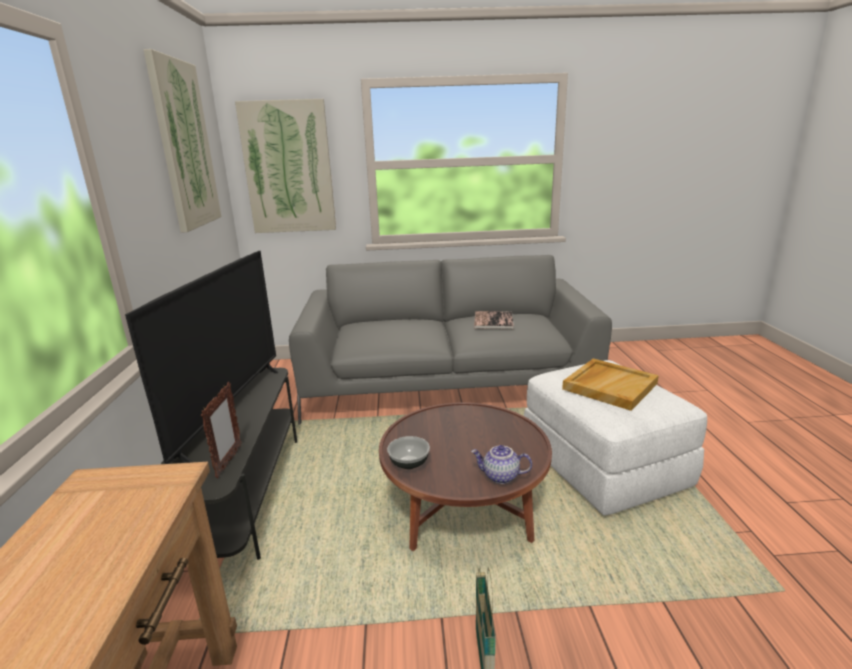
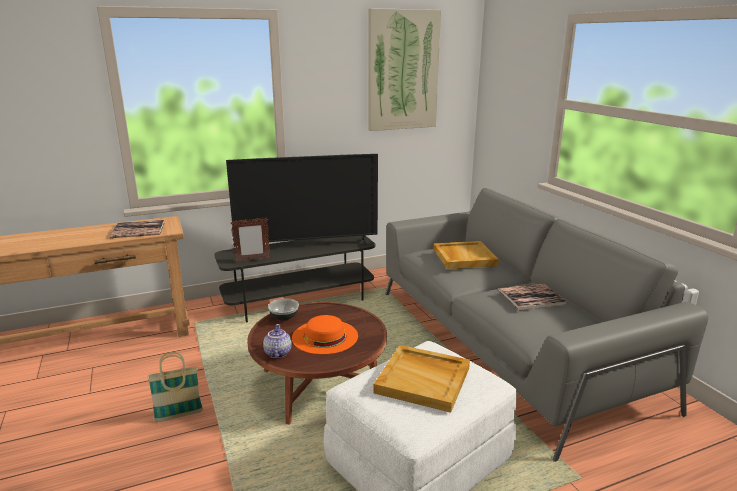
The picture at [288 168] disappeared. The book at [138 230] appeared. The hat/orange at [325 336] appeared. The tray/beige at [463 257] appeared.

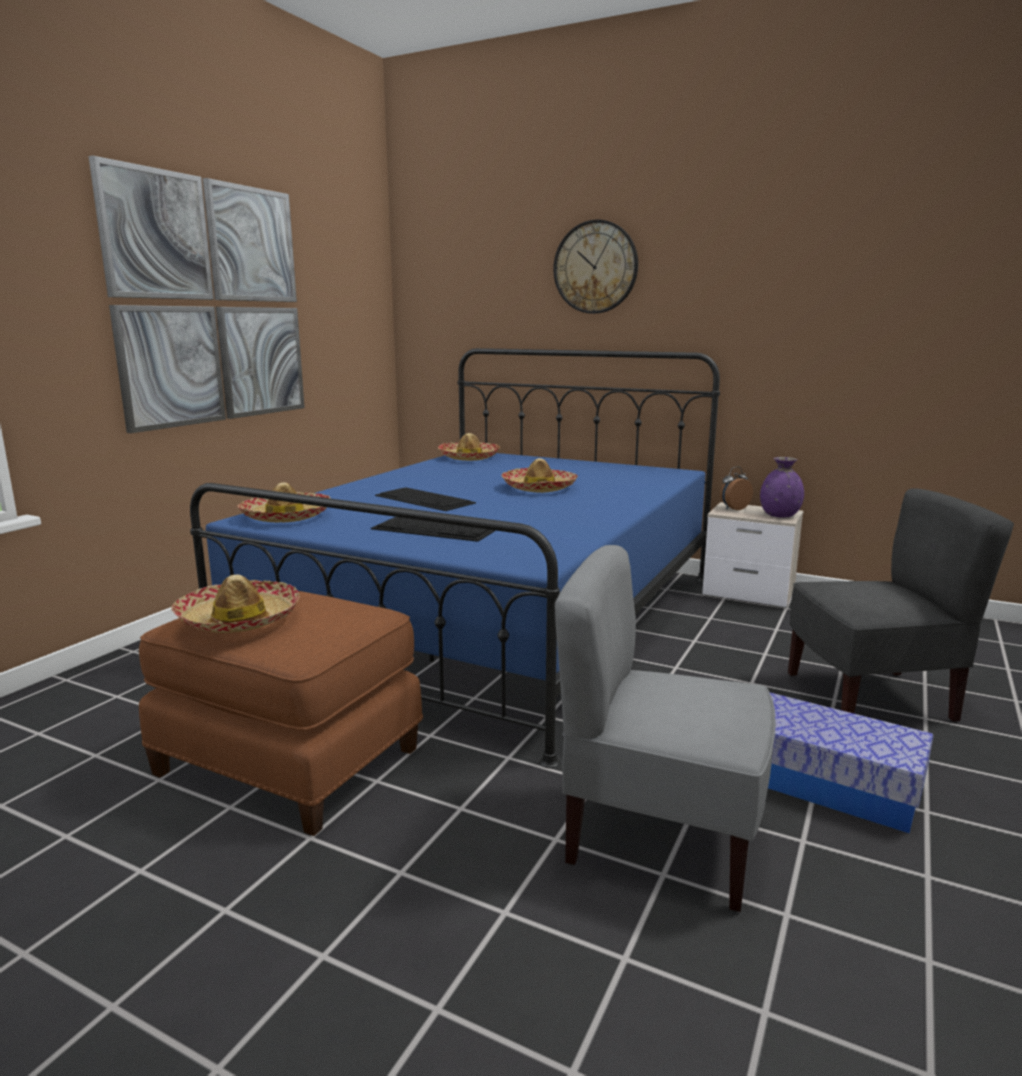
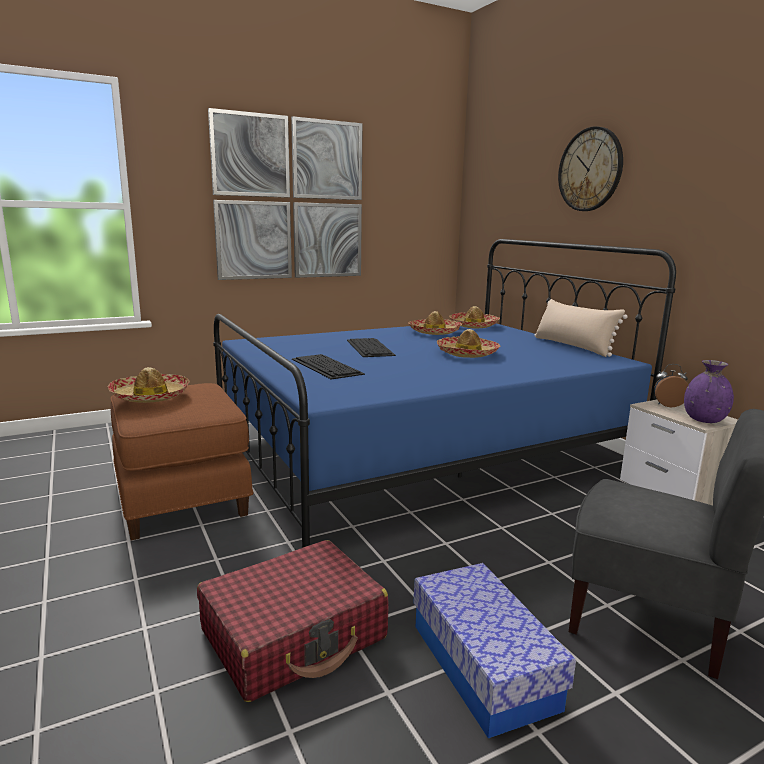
The pillow/beige at [573 346] appeared. The hat moved from [286 517] to [434 332]. The chair/grey at [660 837] was replaced by the suitcase/red at [294 634].

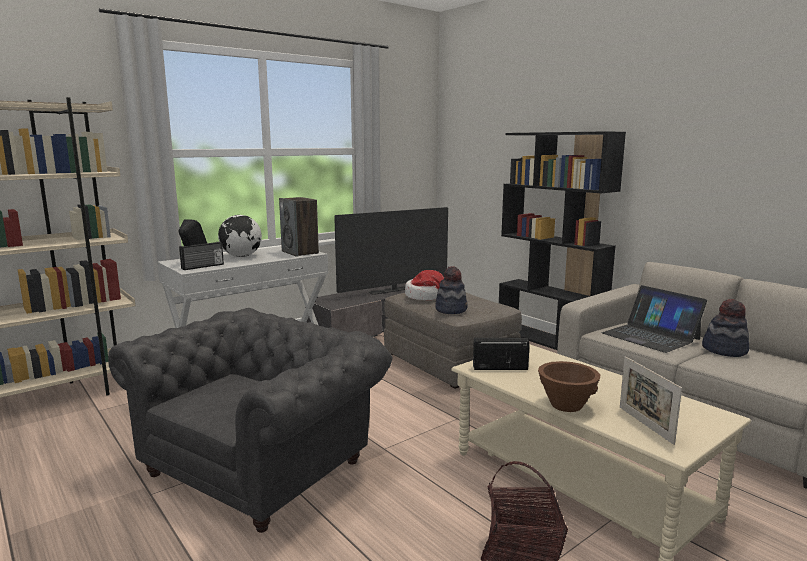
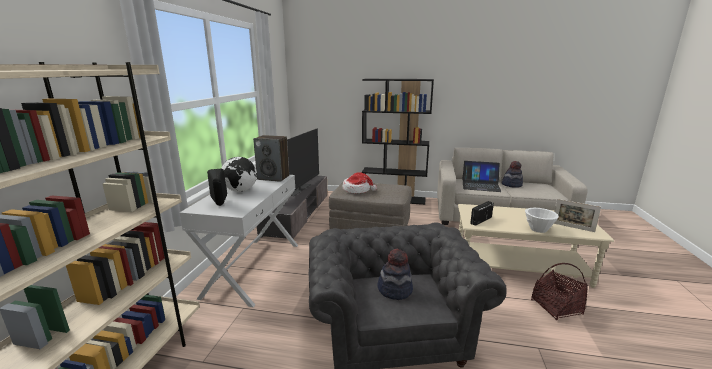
The radio at [203 266] disappeared. The hat moved from [451 309] to [395 290]. The bowl/brown at [566 405] became the bowl/white at [538 229].

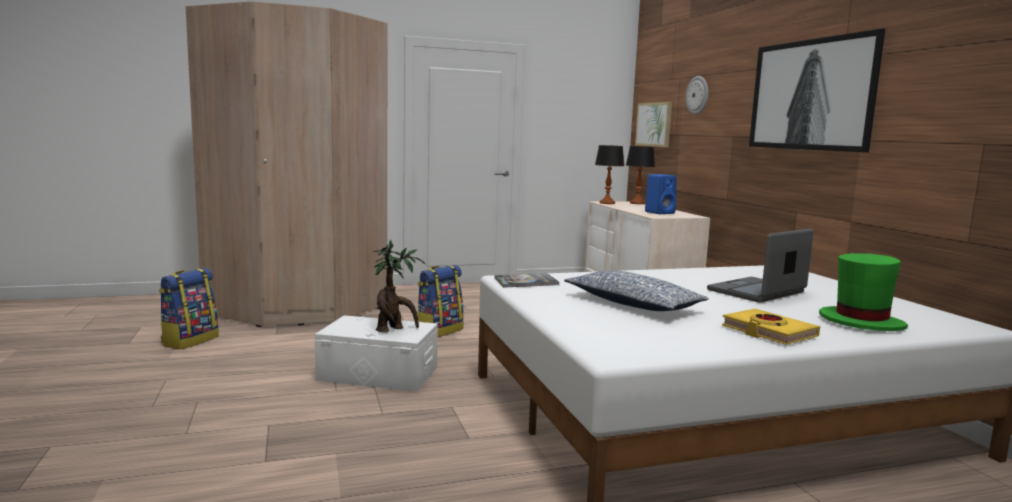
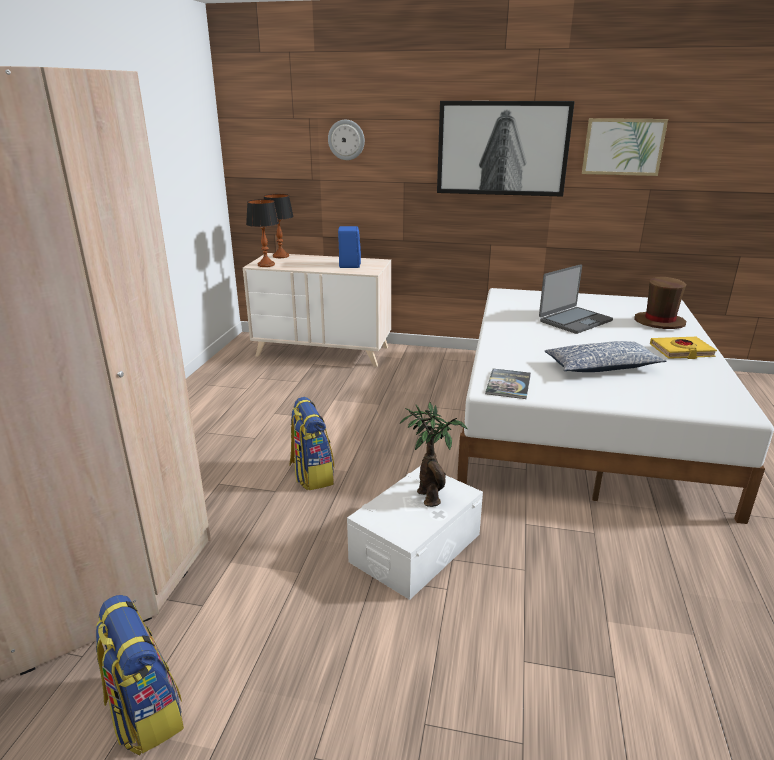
The picture moved from [654 124] to [623 147]. The hat/green at [861 322] became the hat/brown at [659 322]. The laptop at [757 292] turned 120 degrees counterclockwise.

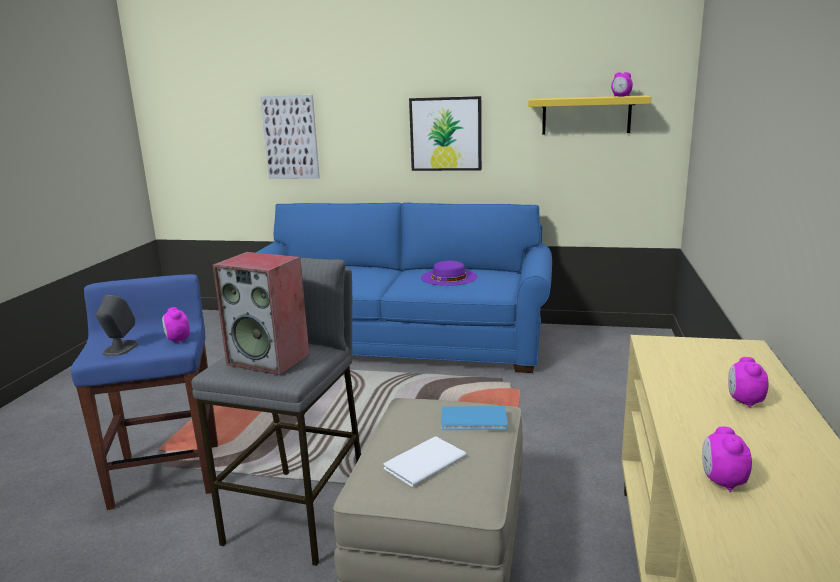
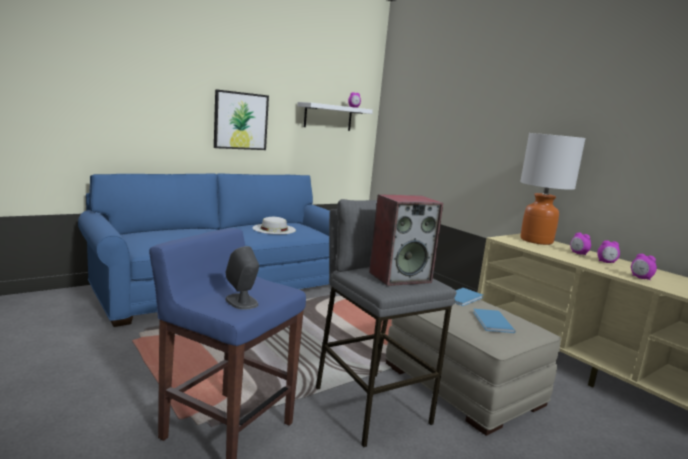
The picture at [290 137] disappeared. The table lamp at [536 241] appeared. The alarm clock moved from [178 340] to [606 262]. The book/white at [422 462] became the book/blue at [491 322]. The hat/purple at [449 277] became the hat/white at [274 229]. The shelf/yellow at [586 115] became the shelf/white at [328 117].

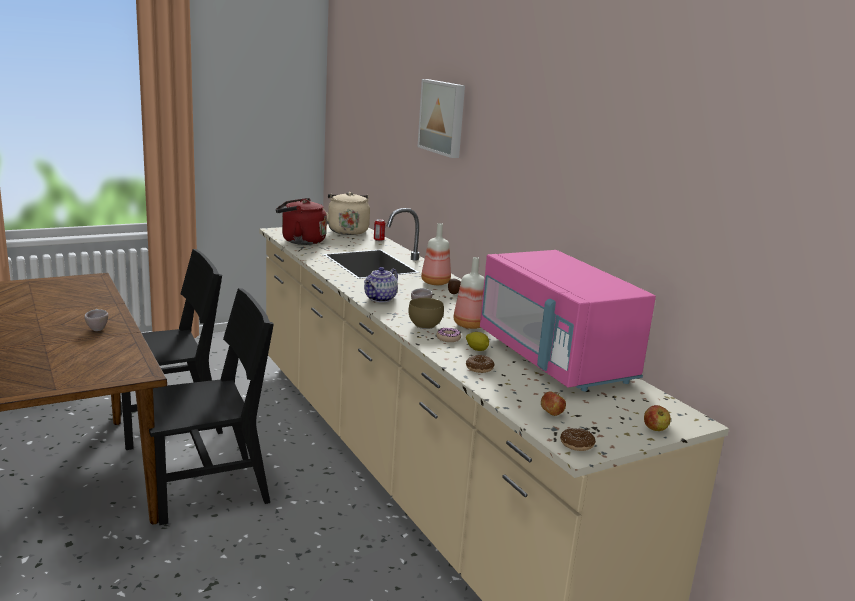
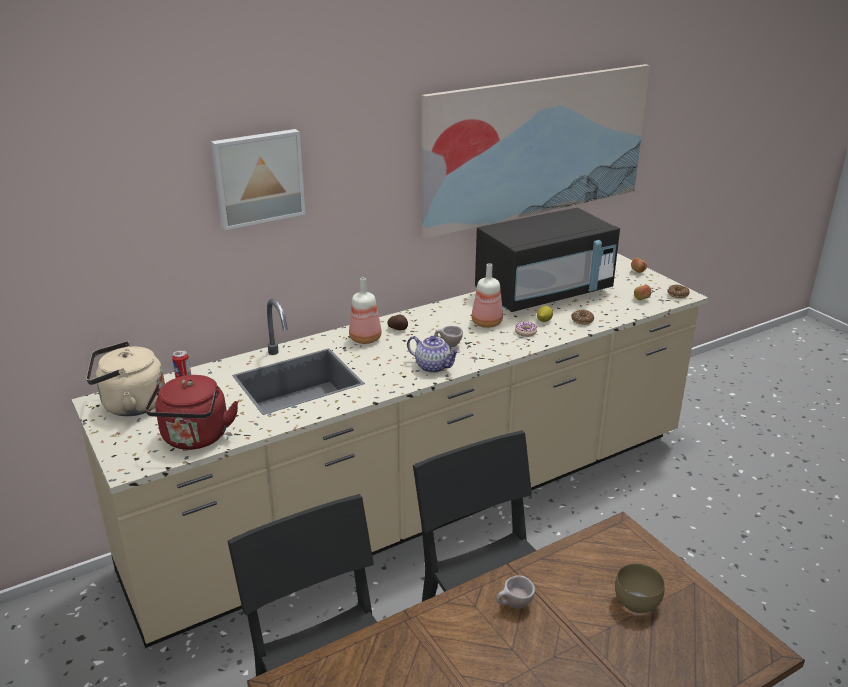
The picture at [537 147] appeared. The bowl/brown moved from [424 325] to [635 604]. The microwave/pink at [555 359] became the microwave/black at [544 293].

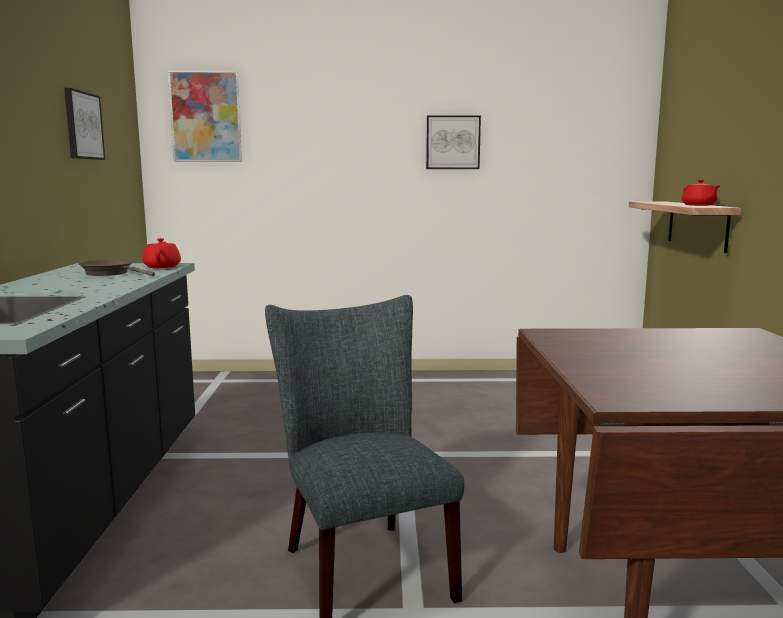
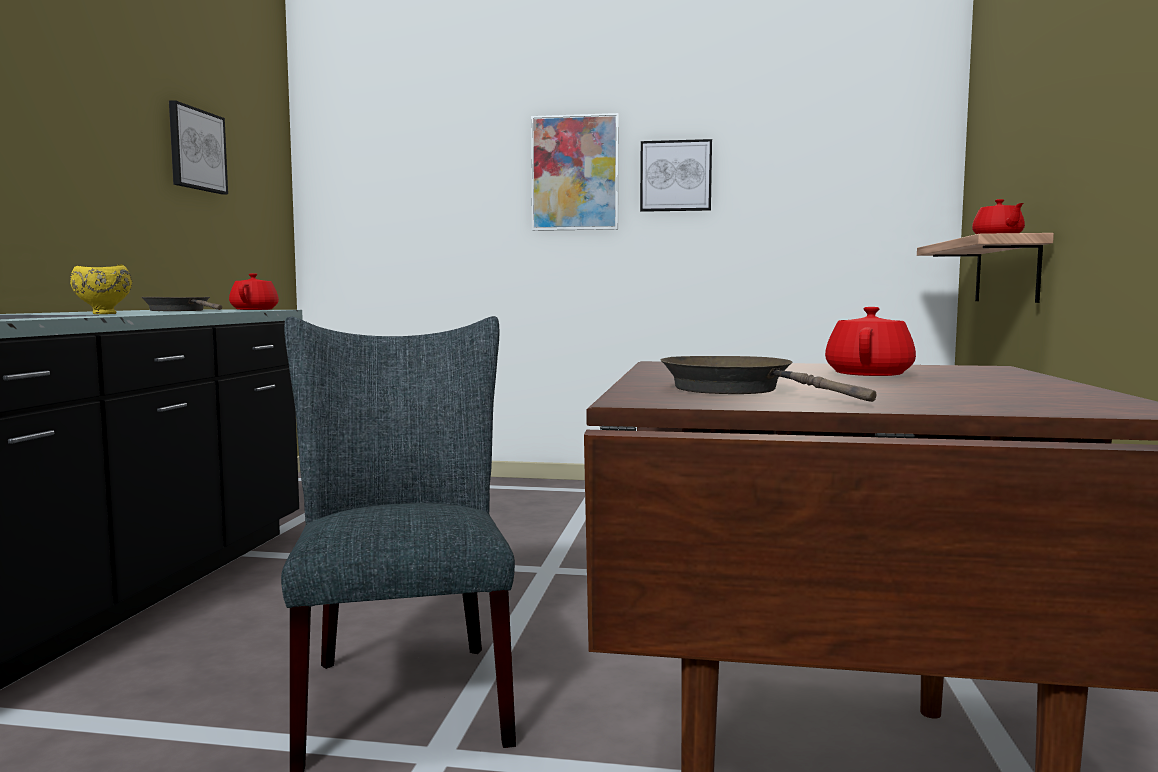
The bowl/yellow at [102 314] appeared. The frying pan/brown at [736 390] appeared. The teapot/red at [869 374] appeared. The picture moved from [206 117] to [575 173].

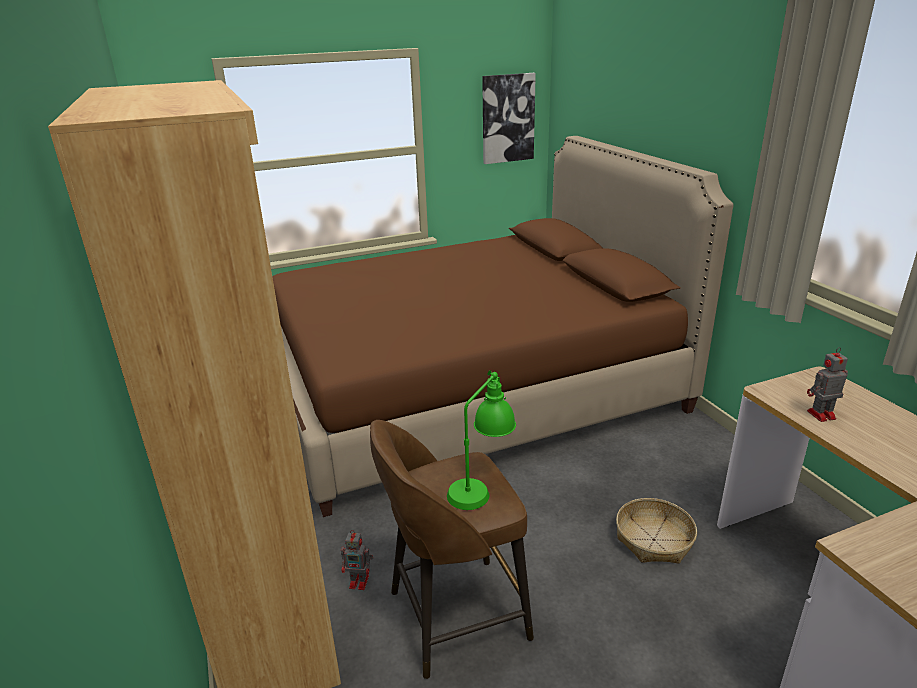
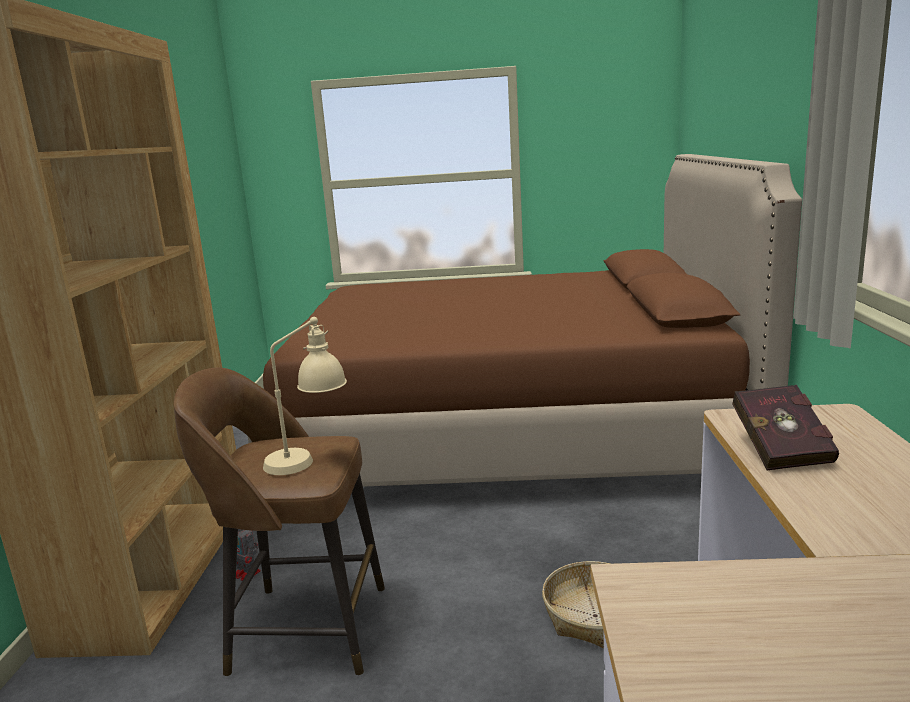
The picture at [507 118] disappeared. The toy robot at [820 415] was replaced by the book/red at [780 448]. The table lamp/green at [481 486] became the table lamp/beige at [310 459].

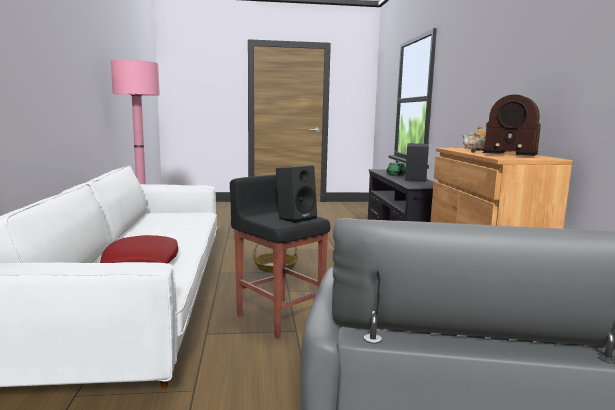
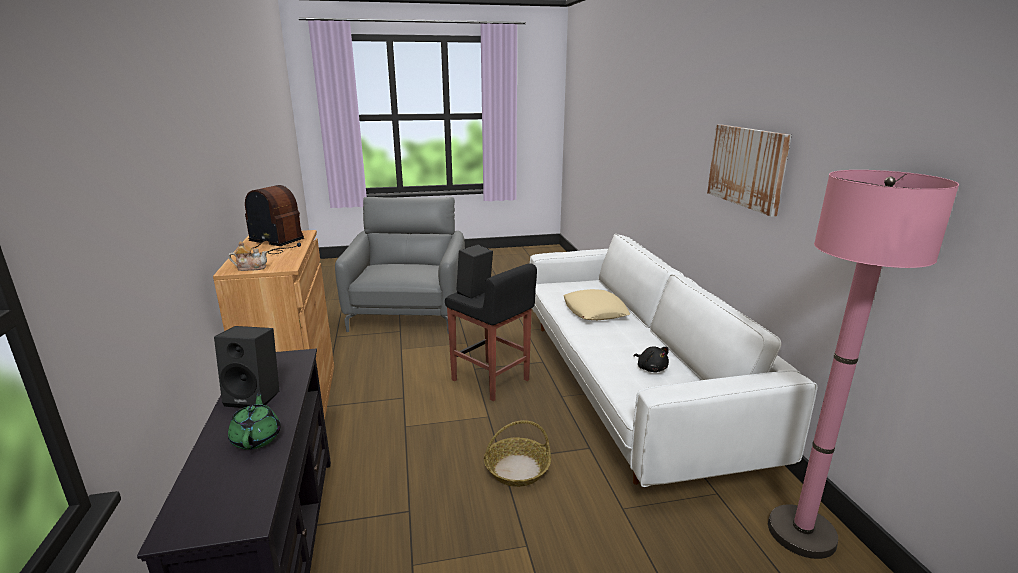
The plush toy/black at [651 368] appeared. The picture at [747 167] appeared. The pillow/red at [141 260] became the pillow/beige at [595 311].

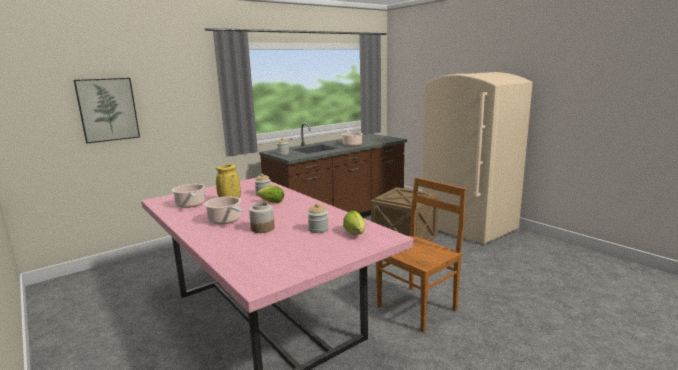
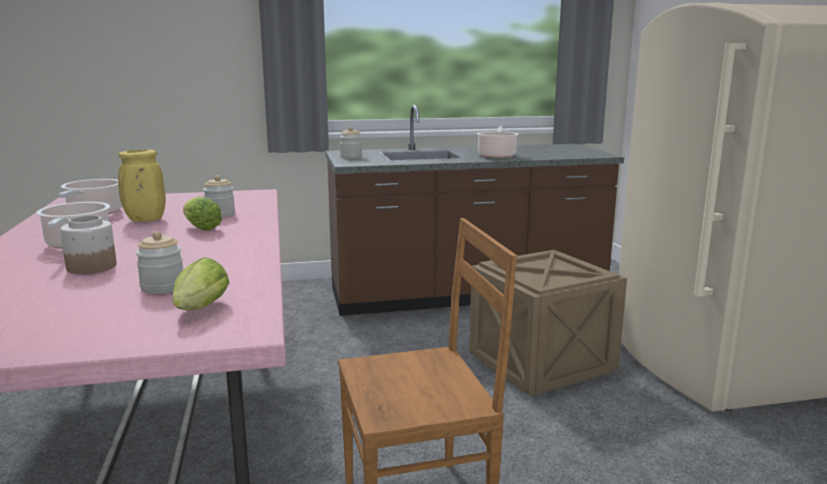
The picture at [108 109] disappeared.

